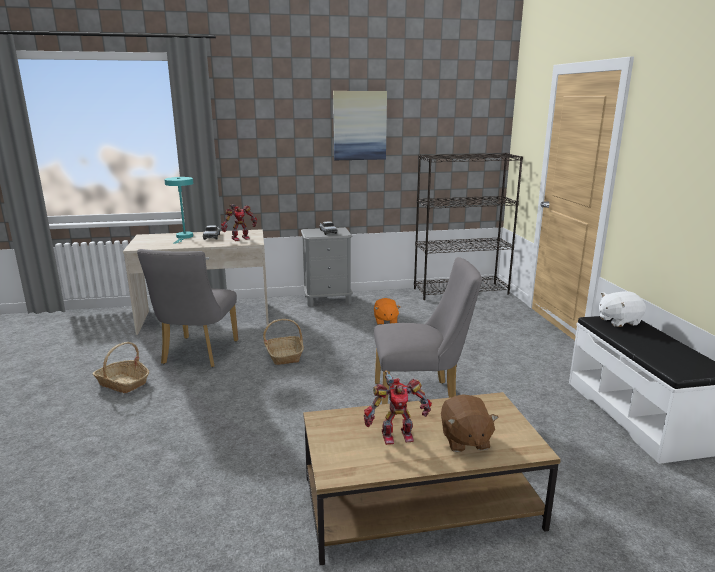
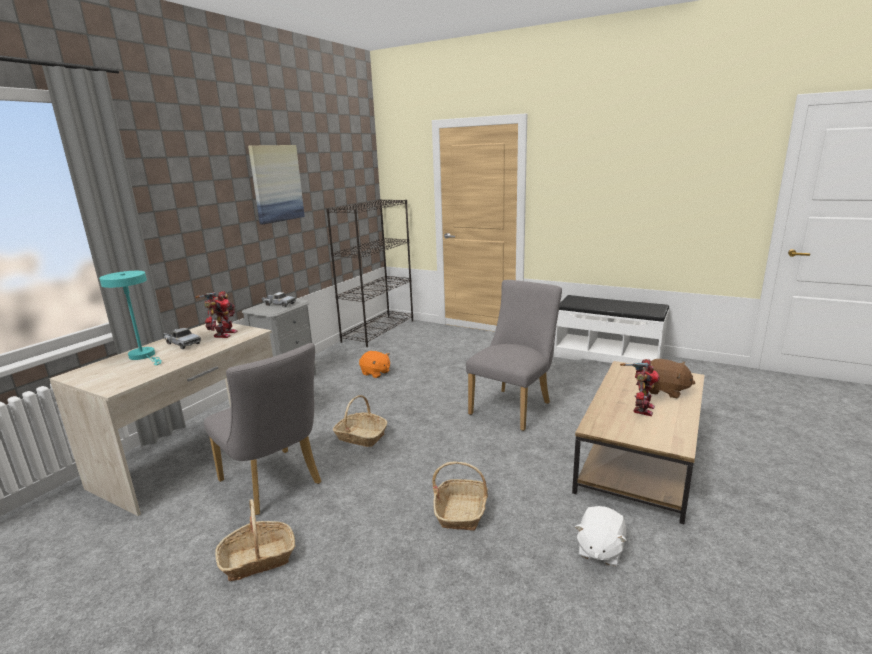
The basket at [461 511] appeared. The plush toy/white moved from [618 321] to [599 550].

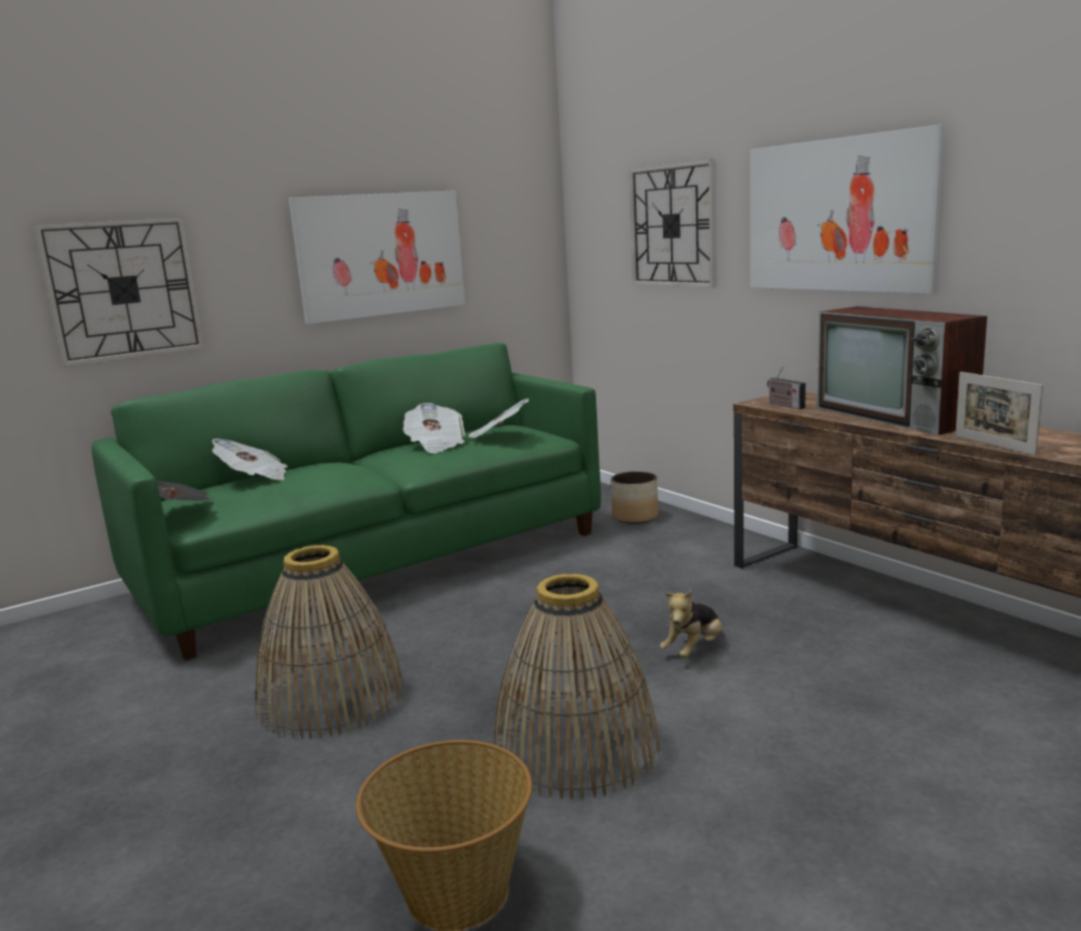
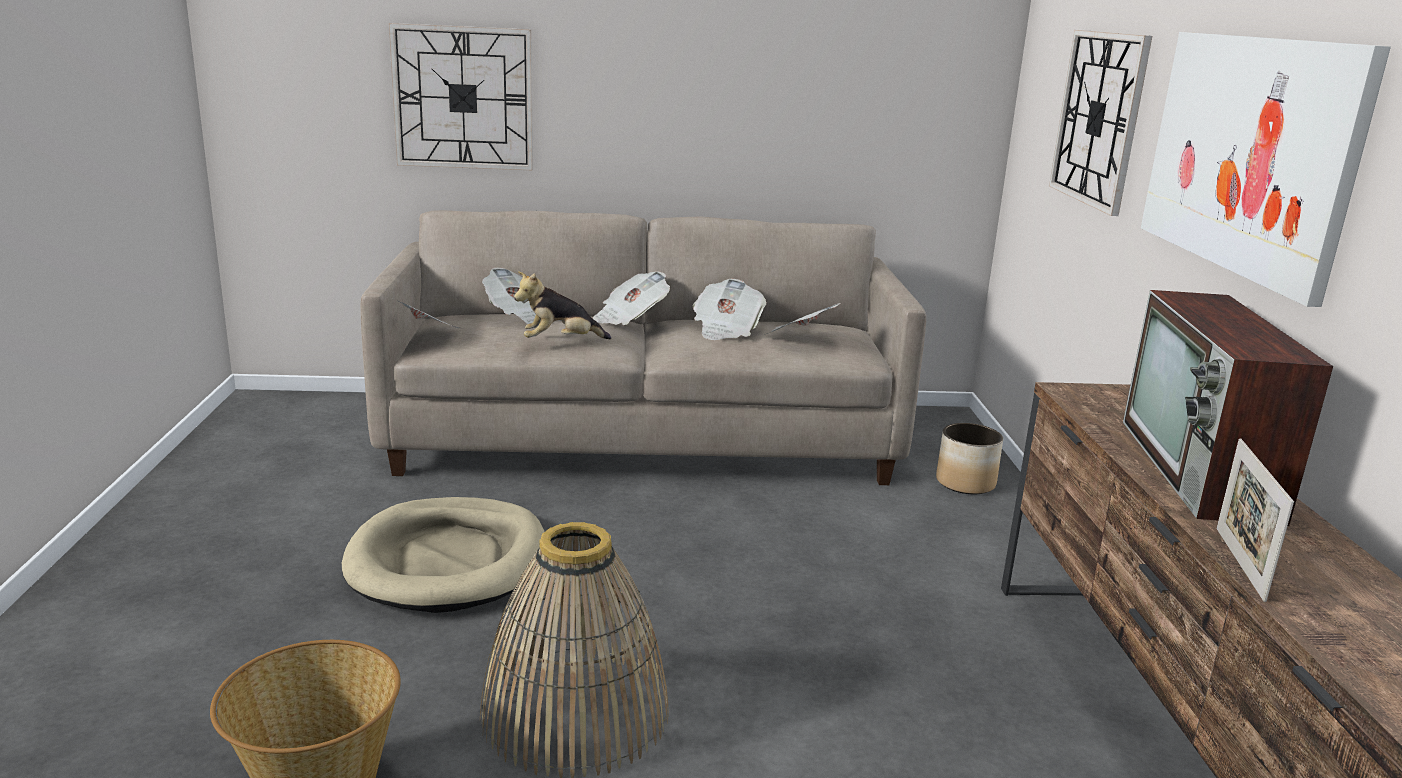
The picture at [381 254] disappeared. The radio at [784 405] disappeared. The newspaper at [630 318] appeared. The plush toy moved from [694 650] to [560 342]. The basket at [331 697] was replaced by the dog bed/beige at [448 561]. The sofa/green at [376 563] became the sofa/beige at [644 439].

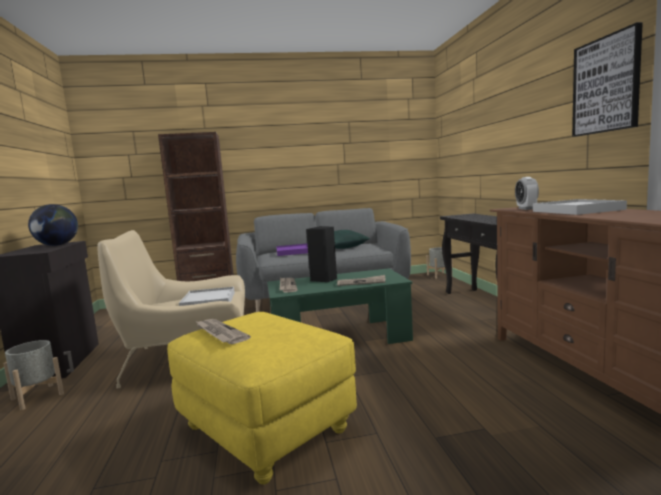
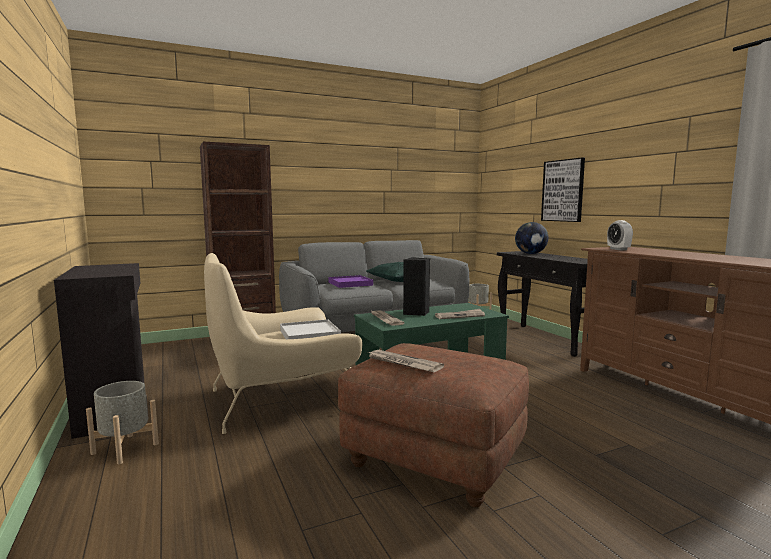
The tray/white at [577 210] disappeared. The globe moved from [57 245] to [530 254]. The picture moved from [606 85] to [563 190]. The ottoman/yellow at [265 428] became the ottoman/brown at [433 460].

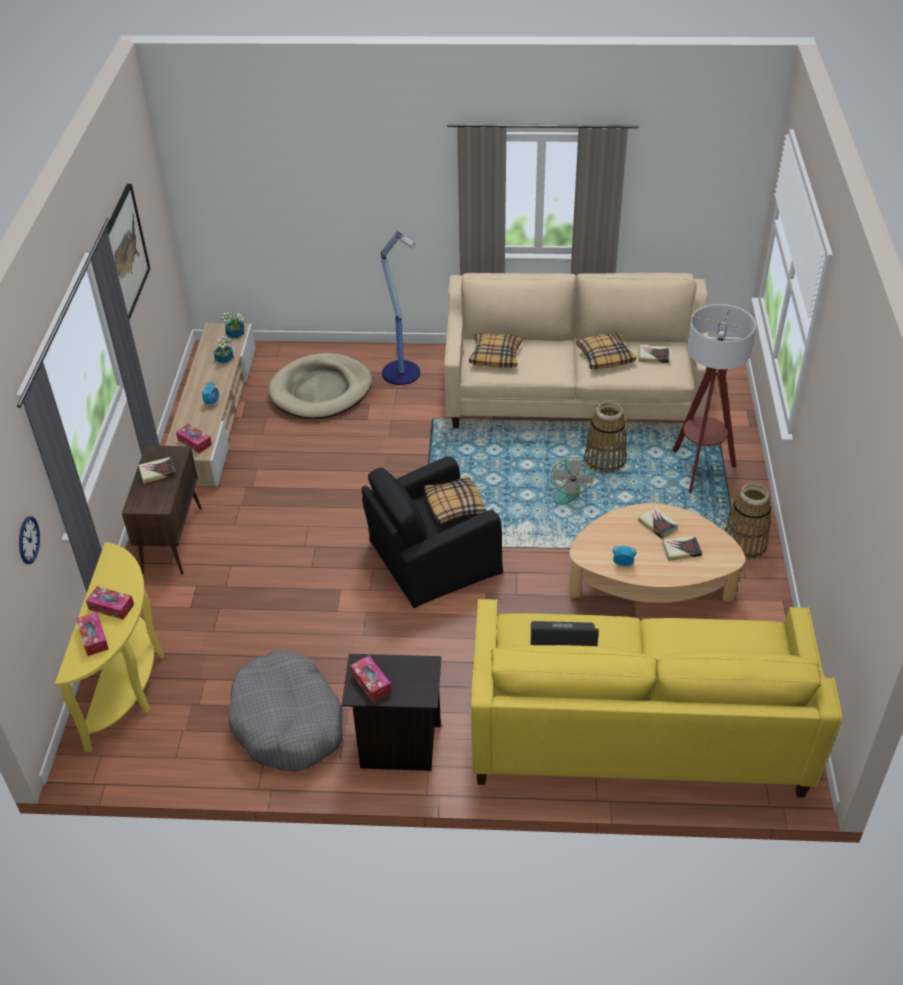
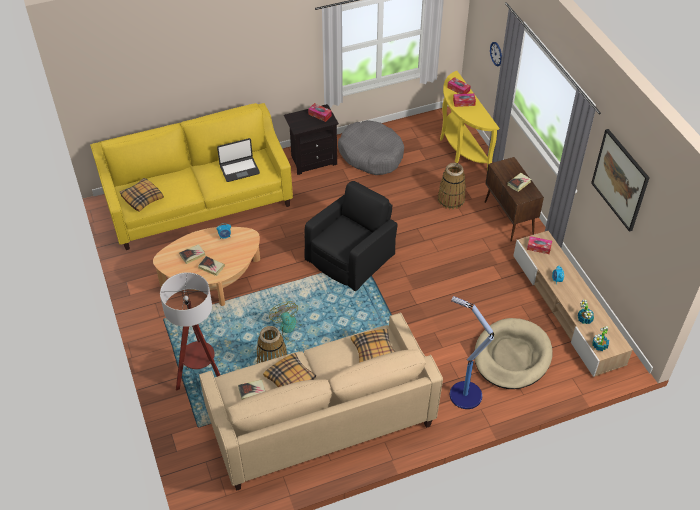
The pillow moved from [453 506] to [142 198]. The basket moved from [744 544] to [451 199].

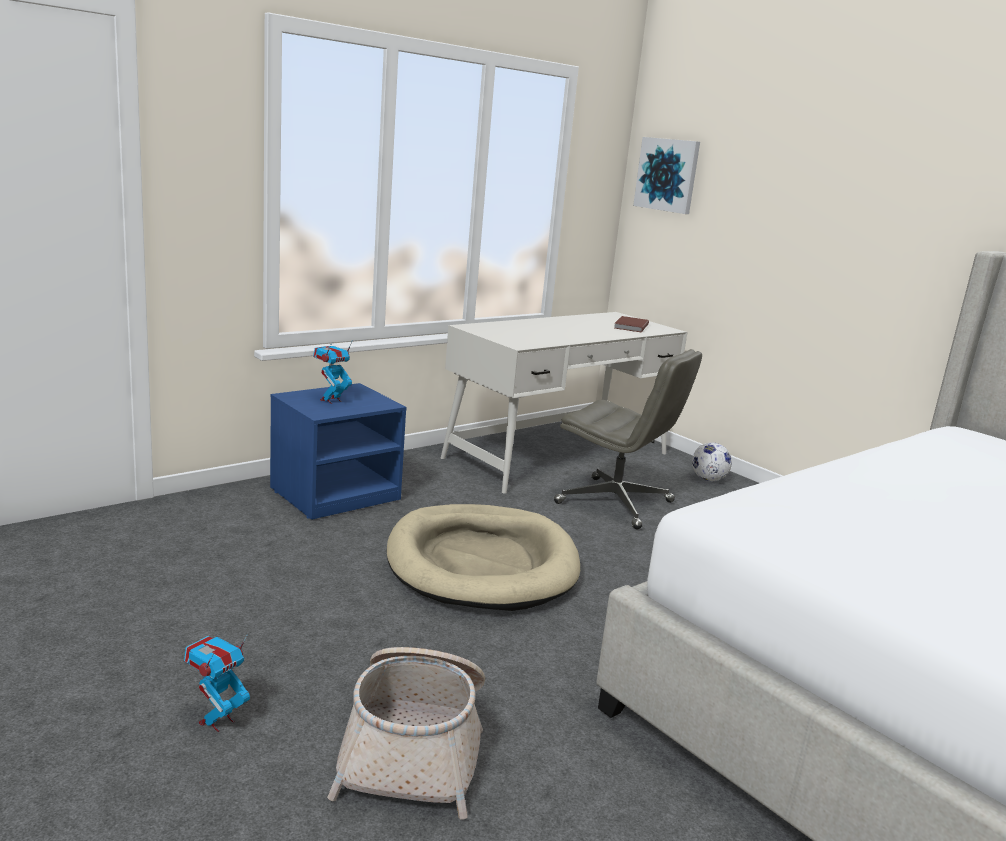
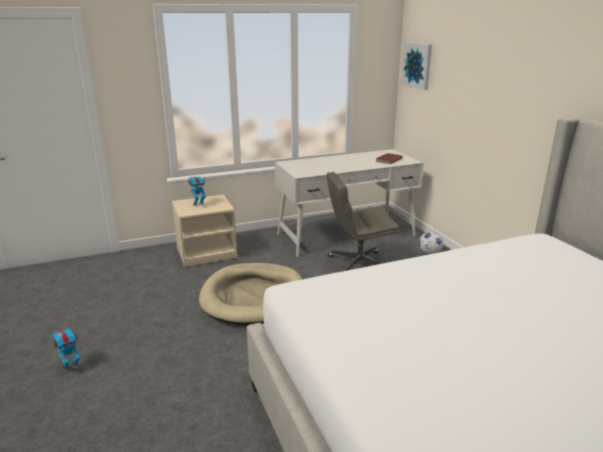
The basket at [415 747] disappeared. The nightstand/blue at [335 494] became the nightstand/beige at [207 253]. The office chair/grey at [616 503] turned 120 degrees clockwise.

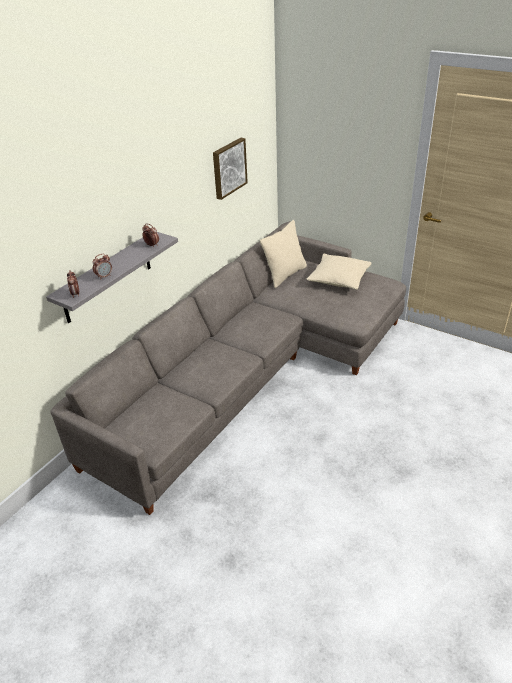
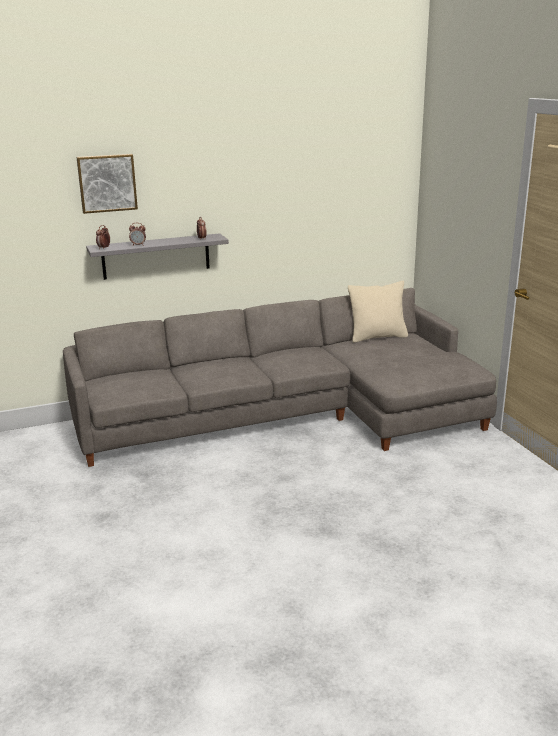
The pillow/beige at [339 279] disappeared. The picture moved from [228 168] to [107 183].

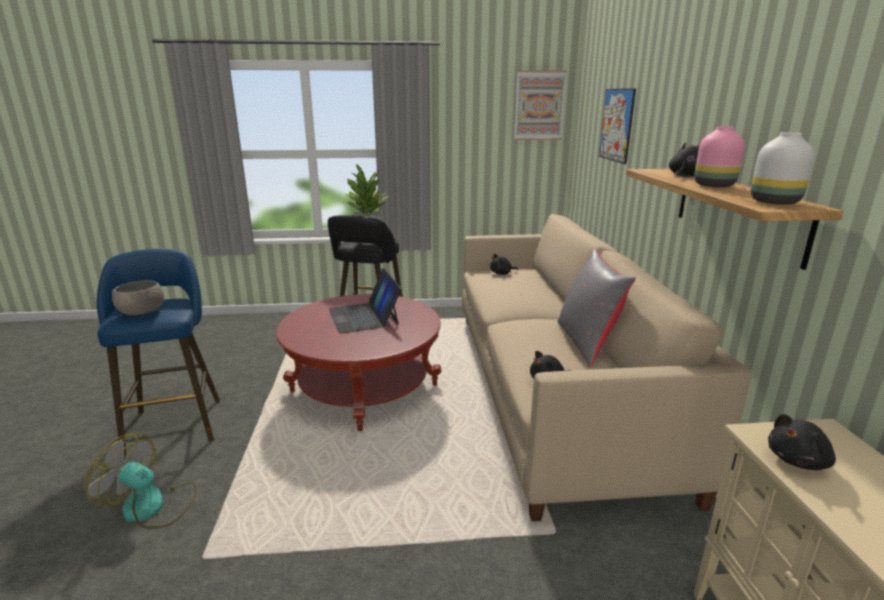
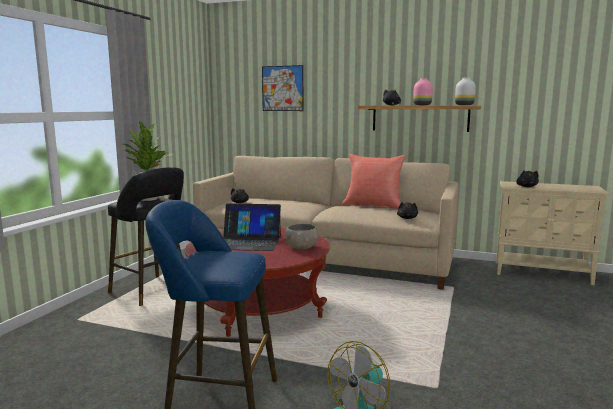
The picture at [539 105] disappeared. The bowl/grey moved from [142 312] to [302 247]. The pillow/grey at [587 343] became the pillow/red at [373 206].

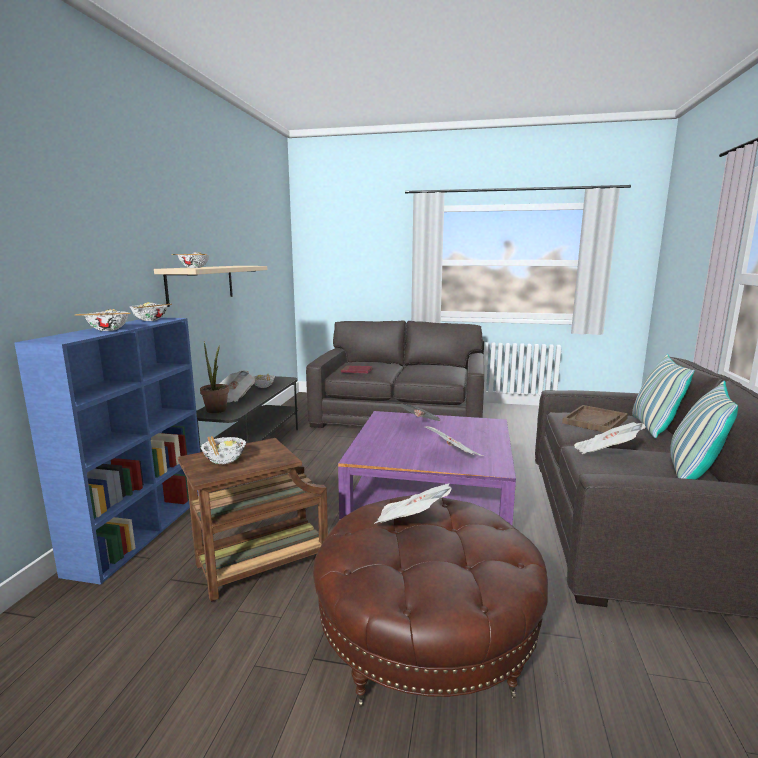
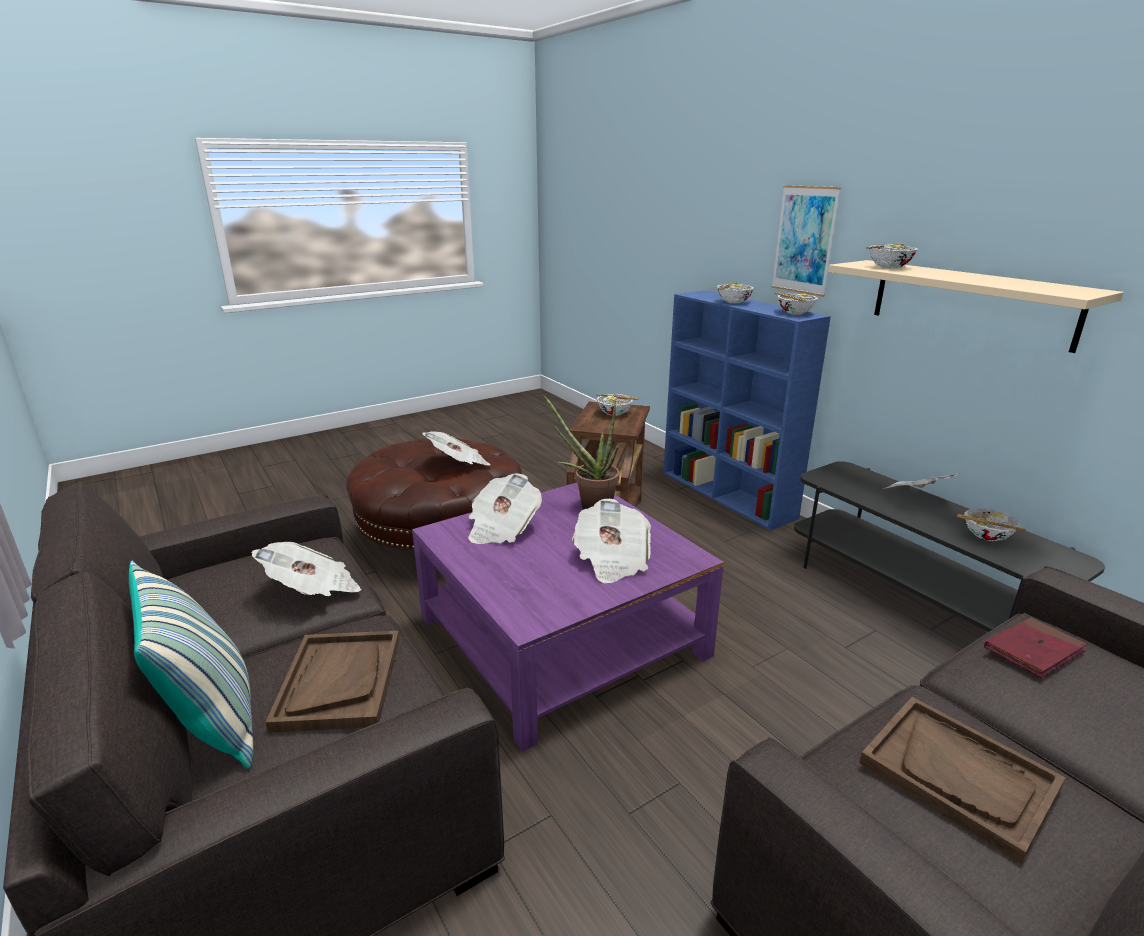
The pillow at [692 472] disappeared. The picture at [804 240] appeared. The tray/brown at [958 775] appeared. The potted plant moved from [217 411] to [589 505].

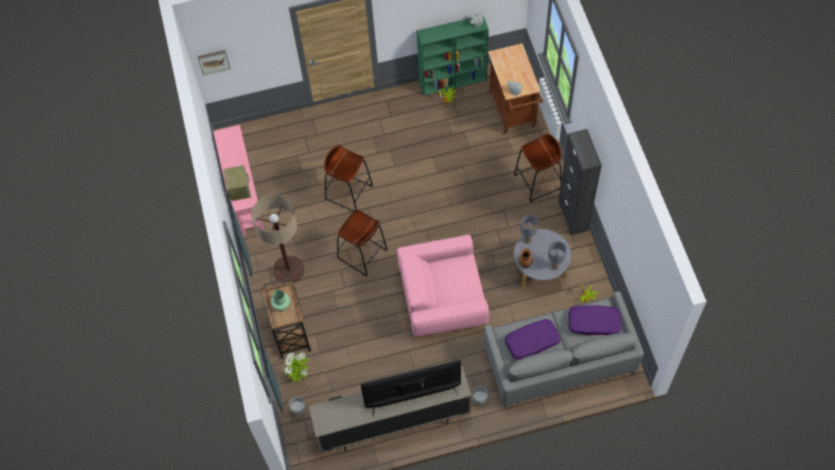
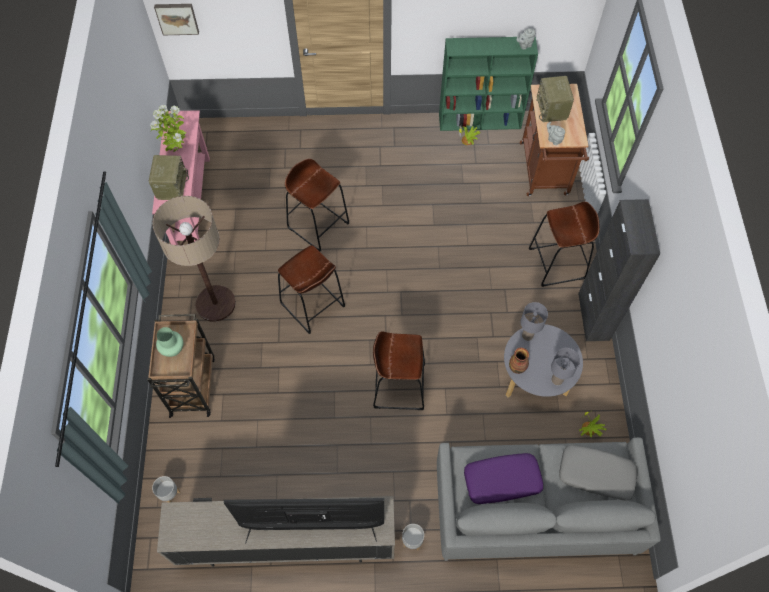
The radio at [552 109] appeared. The potted plant moved from [299 377] to [177 150]. The armchair/pink at [443 298] was replaced by the stool/brown at [399 386]. The pillow/purple at [594 323] became the pillow/grey at [595 475].

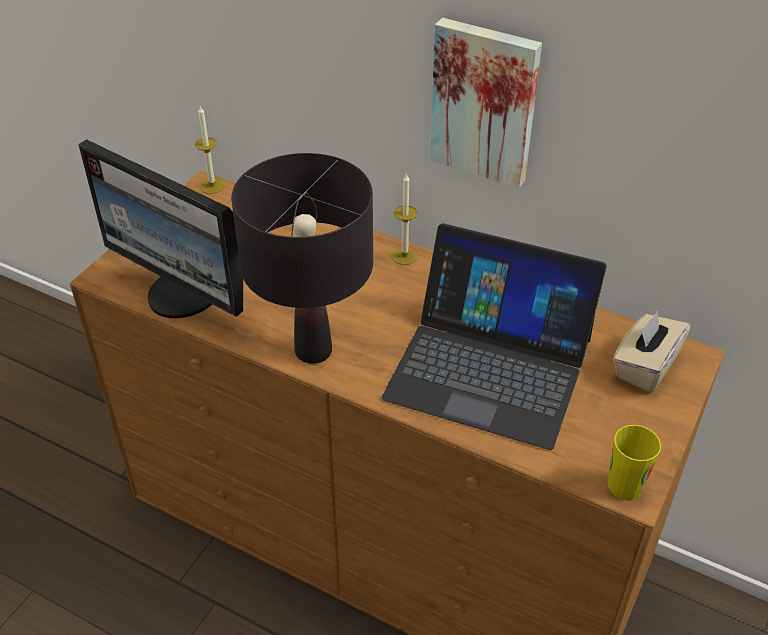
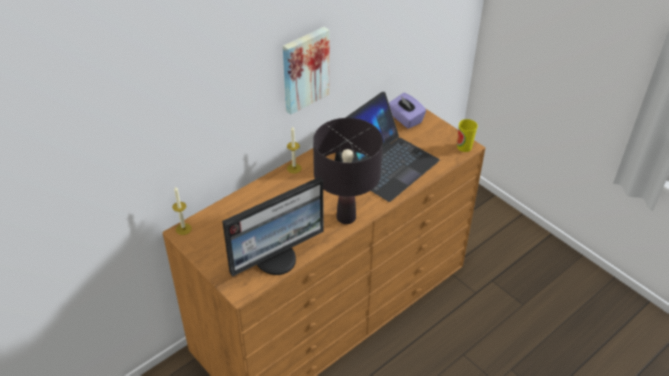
The tissue box/beige at [645 366] became the tissue box/purple at [405 119].

